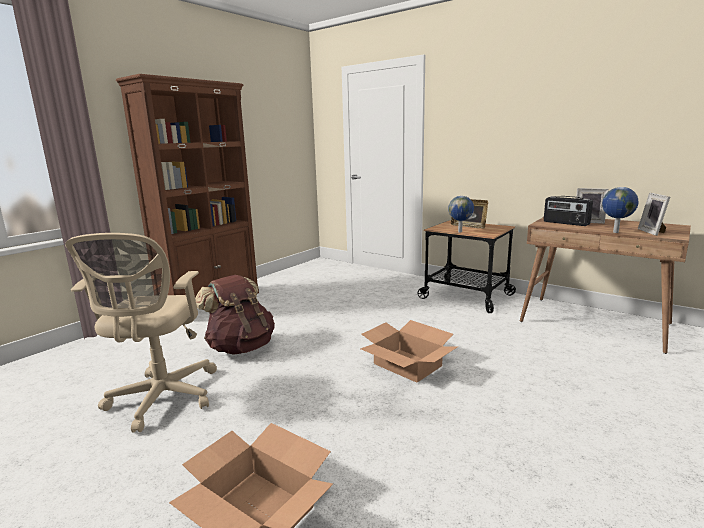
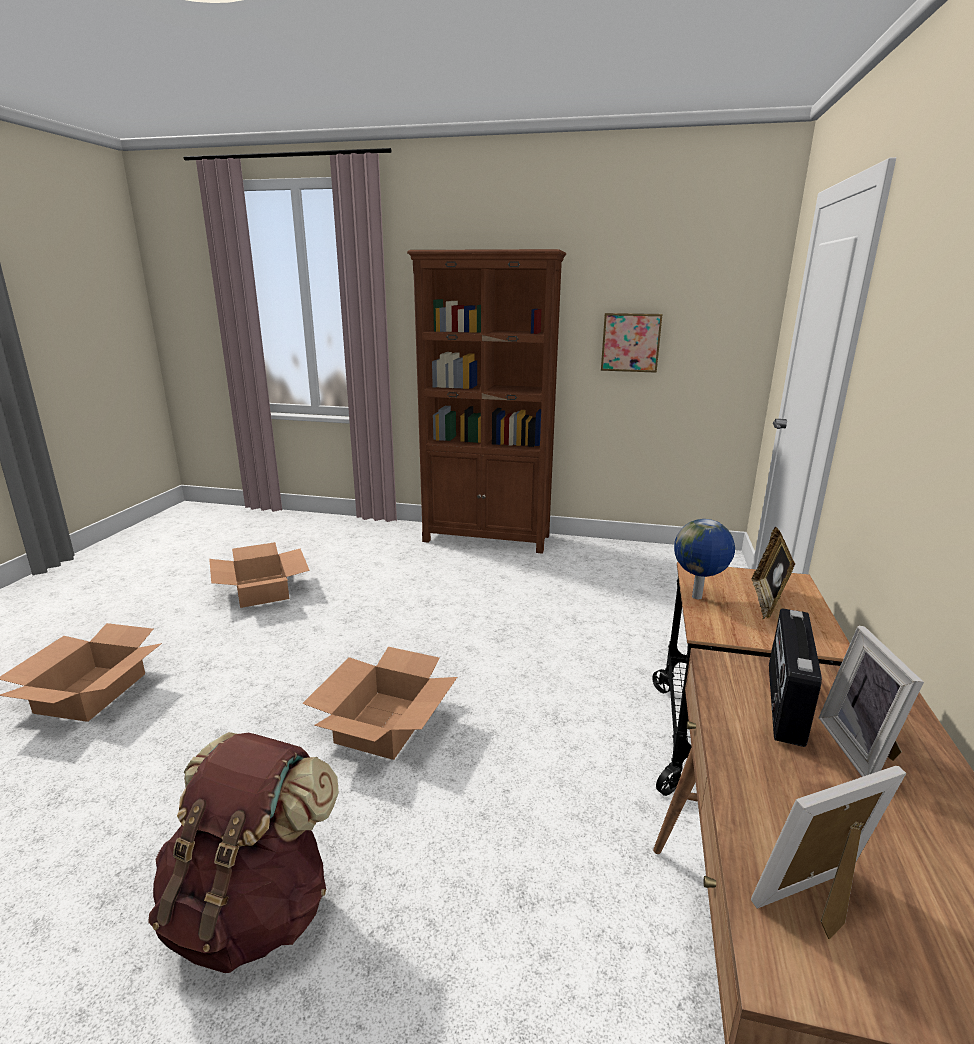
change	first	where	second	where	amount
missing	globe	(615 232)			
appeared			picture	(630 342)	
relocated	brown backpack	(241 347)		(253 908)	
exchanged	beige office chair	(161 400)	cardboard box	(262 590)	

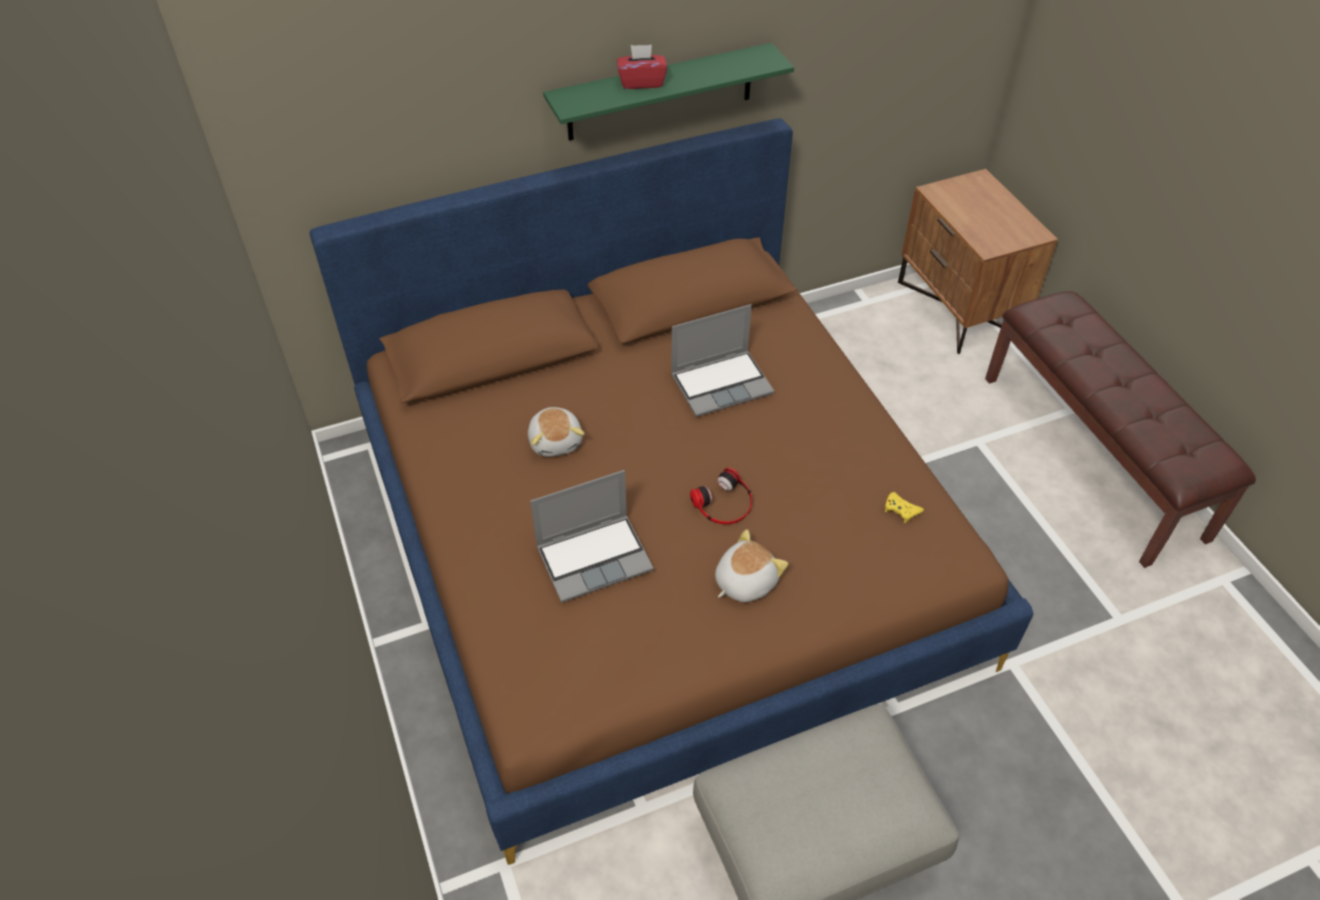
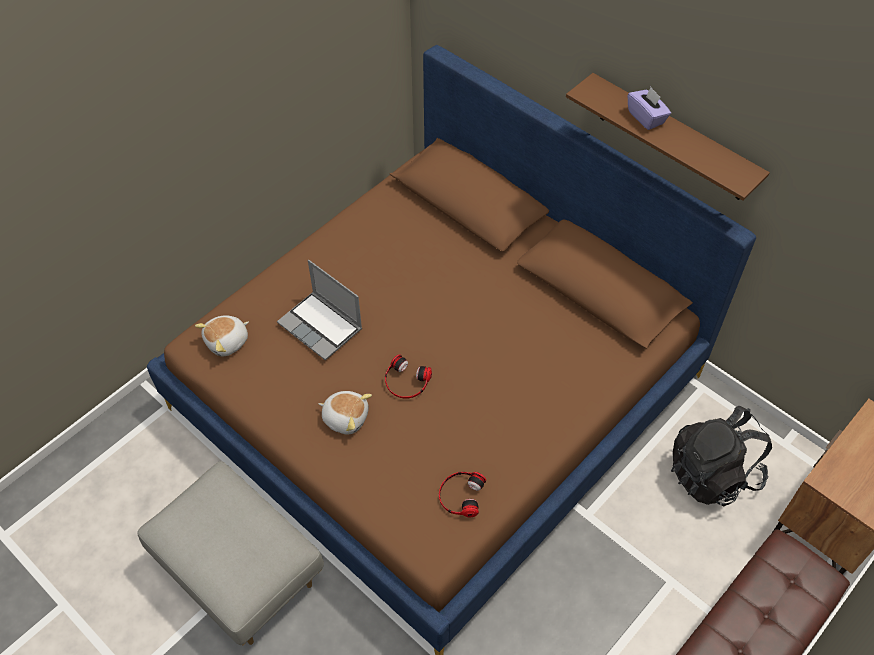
change	first	where	second	where	amount
missing	laptop	(722 383)			
appeared			black backpack	(713 474)	
relocated	plush toy	(556 441)		(227 342)	
exchanged	yellow game controller	(901 510)	headphones	(460 495)	
colour	green shelf	(660 92)	brown shelf	(672 139)	
colour	red tissue box	(641 82)	purple tissue box	(646 117)	

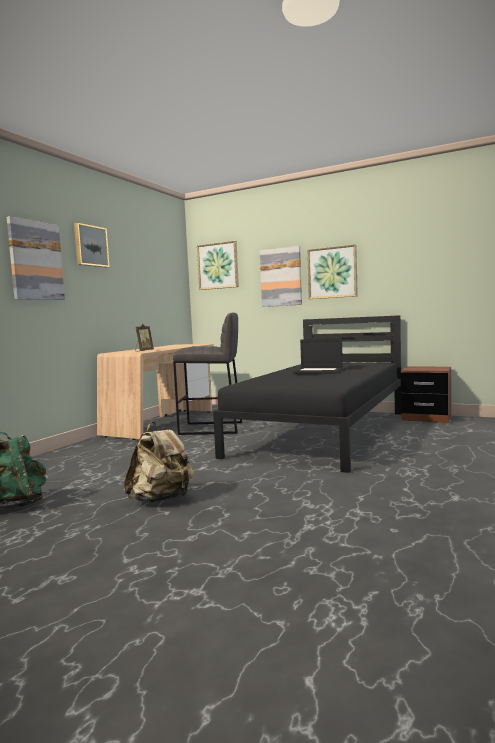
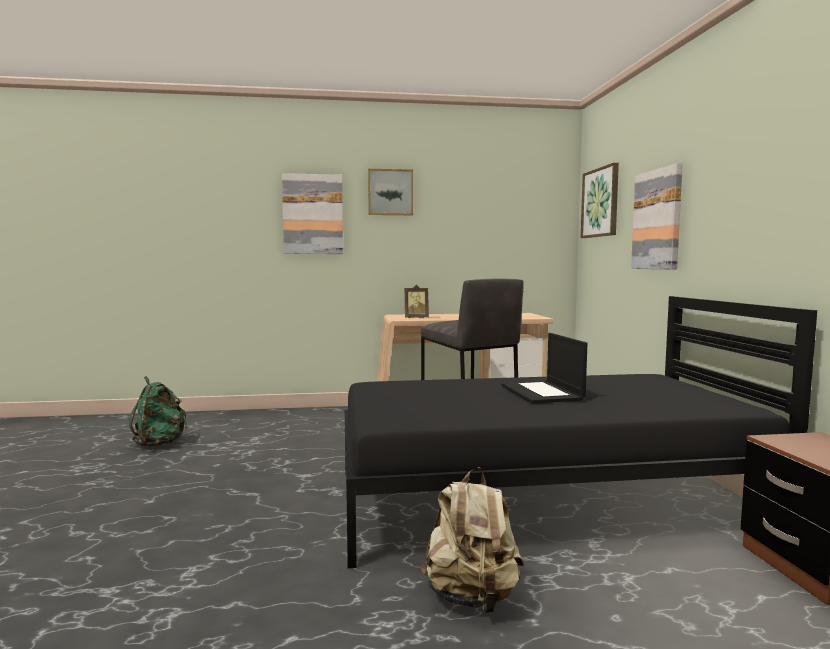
change	first	where	second	where	amount
missing	picture	(332 272)			
relocated	beige backpack	(161 499)		(472 597)	

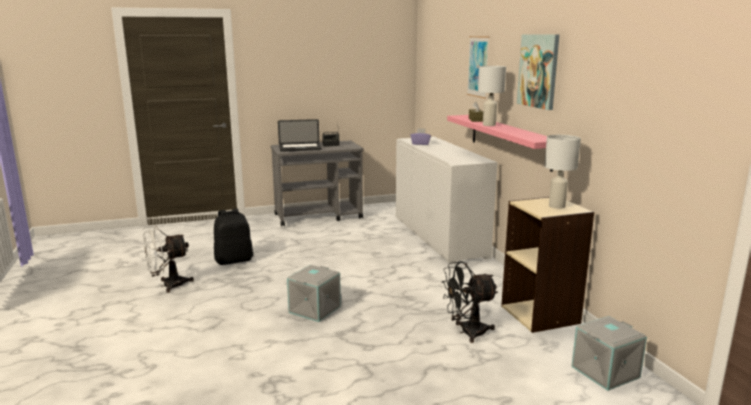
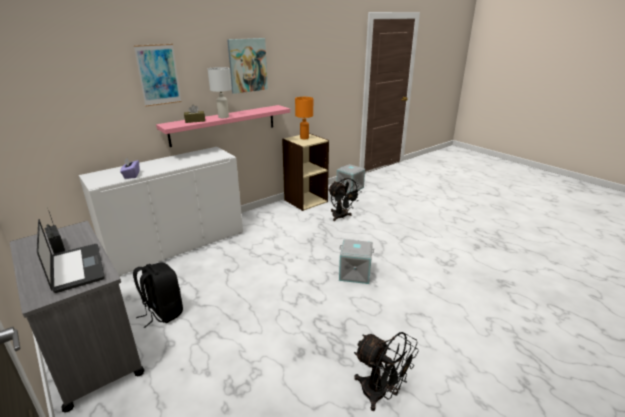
change	first	where	second	where	amount
relocated	black backpack	(234 260)		(163 312)	
colour	white fan	(168 285)	black fan	(380 394)	
colour	white table lamp	(556 206)	orange table lamp	(304 138)	

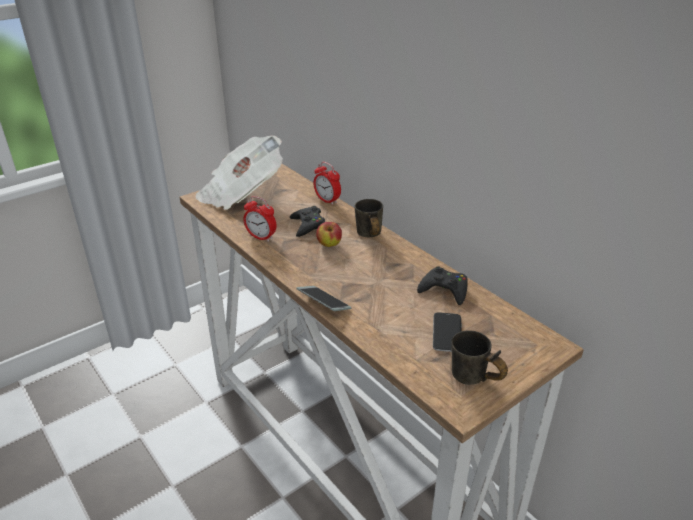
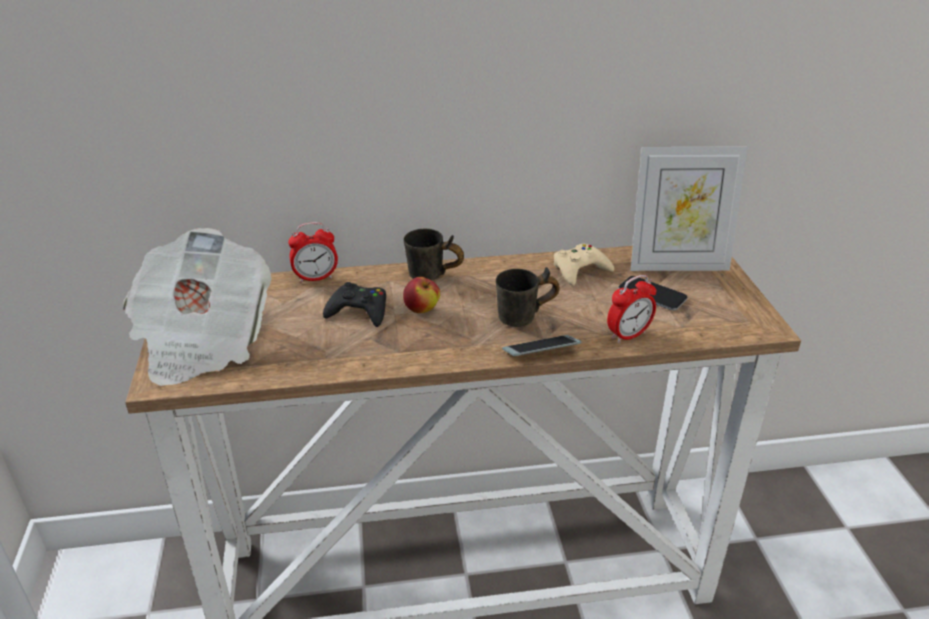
change	first	where	second	where	amount
appeared			picture frame	(677 265)	
relocated	alarm clock	(261 237)		(628 335)	
relocated	grey mug	(472 381)		(526 320)	
colour	black game controller	(444 290)	beige game controller	(580 270)	

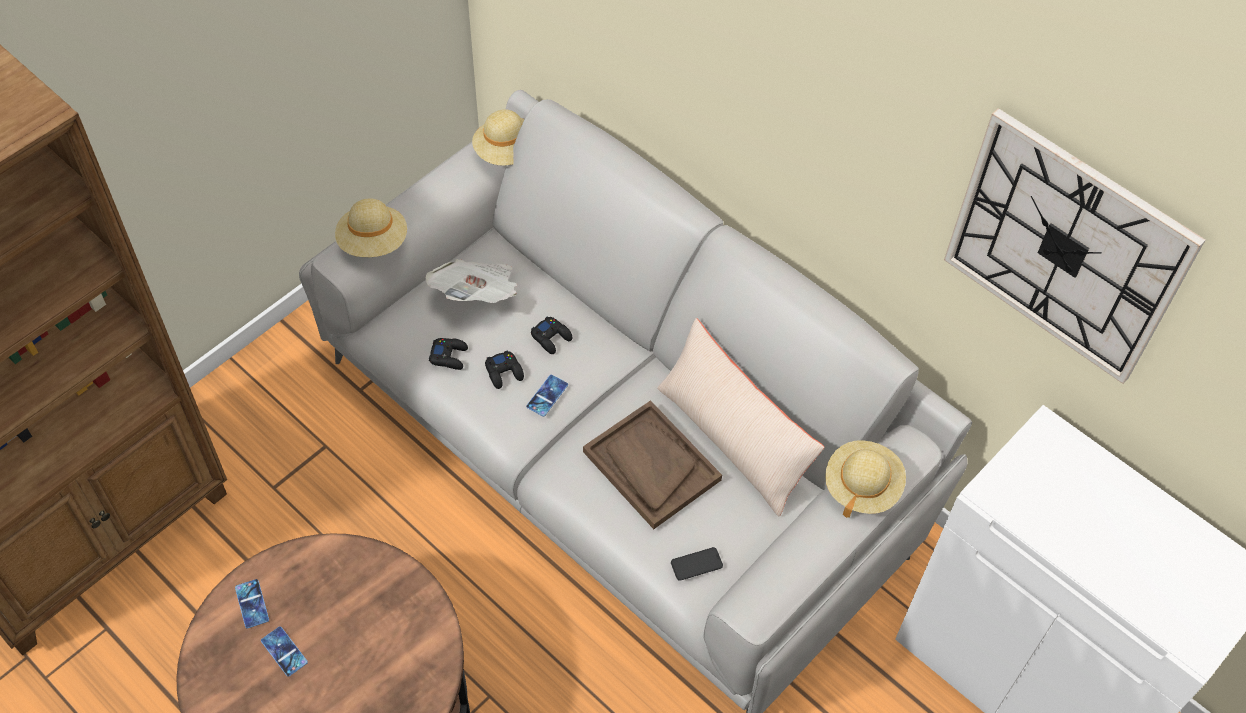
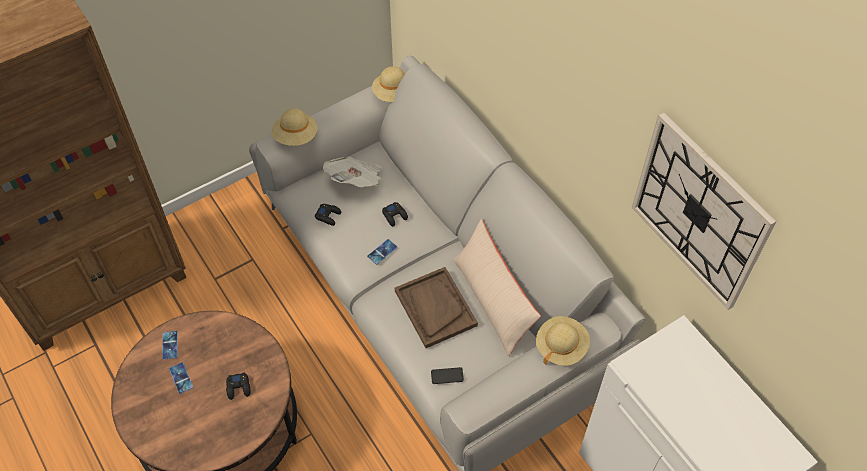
change	first	where	second	where	amount
relocated	black game controller	(504 372)		(238 387)	

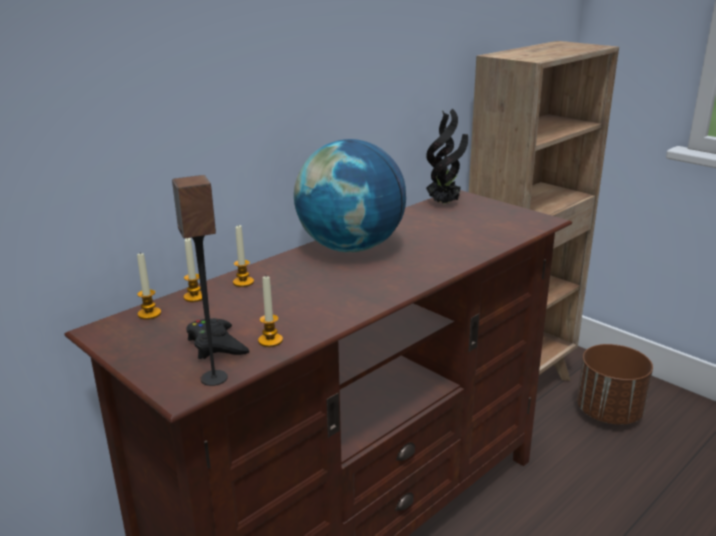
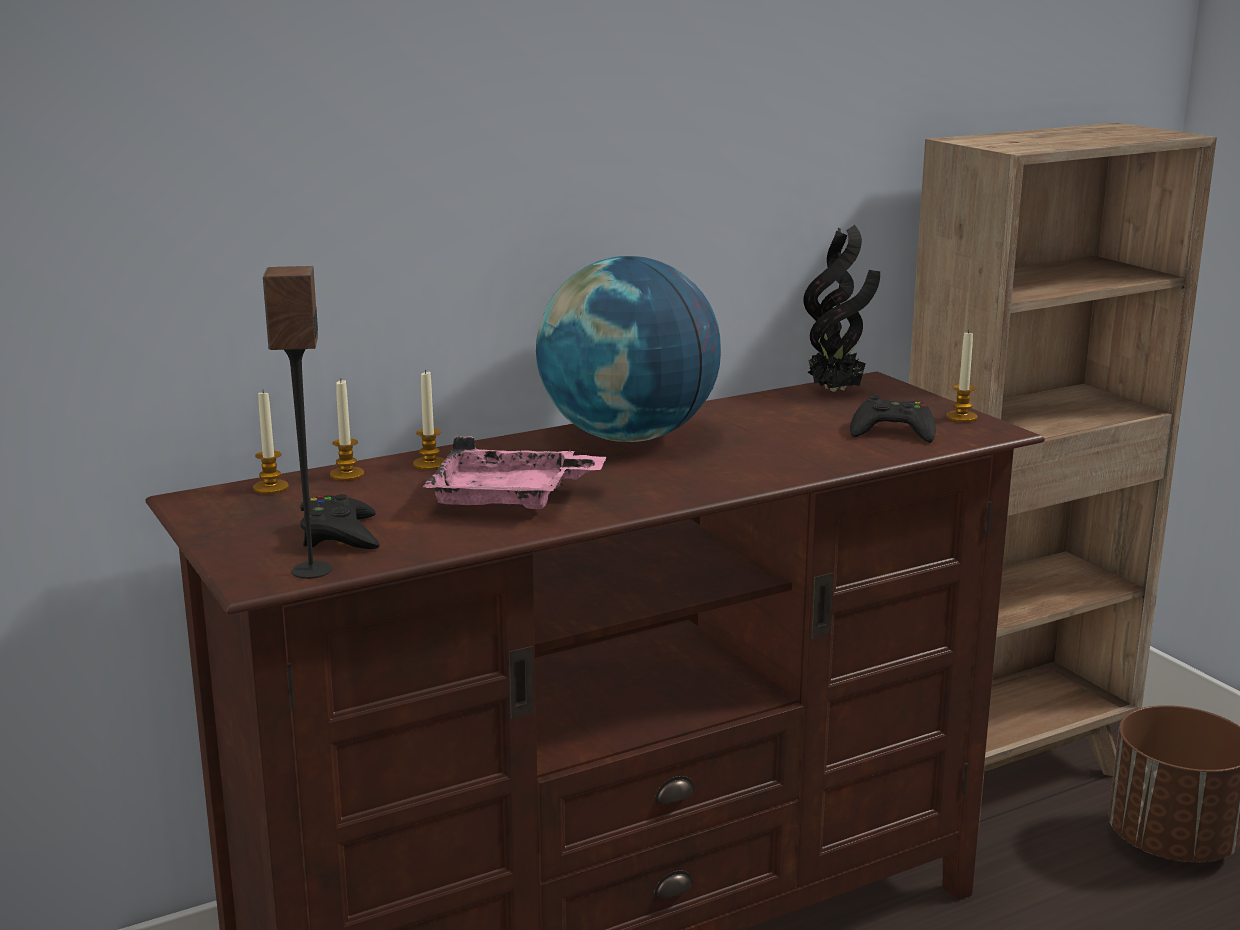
change	first	where	second	where	amount
appeared			pink tray	(510 499)	
appeared			black game controller	(893 431)	
relocated	candle	(270 340)		(961 417)	

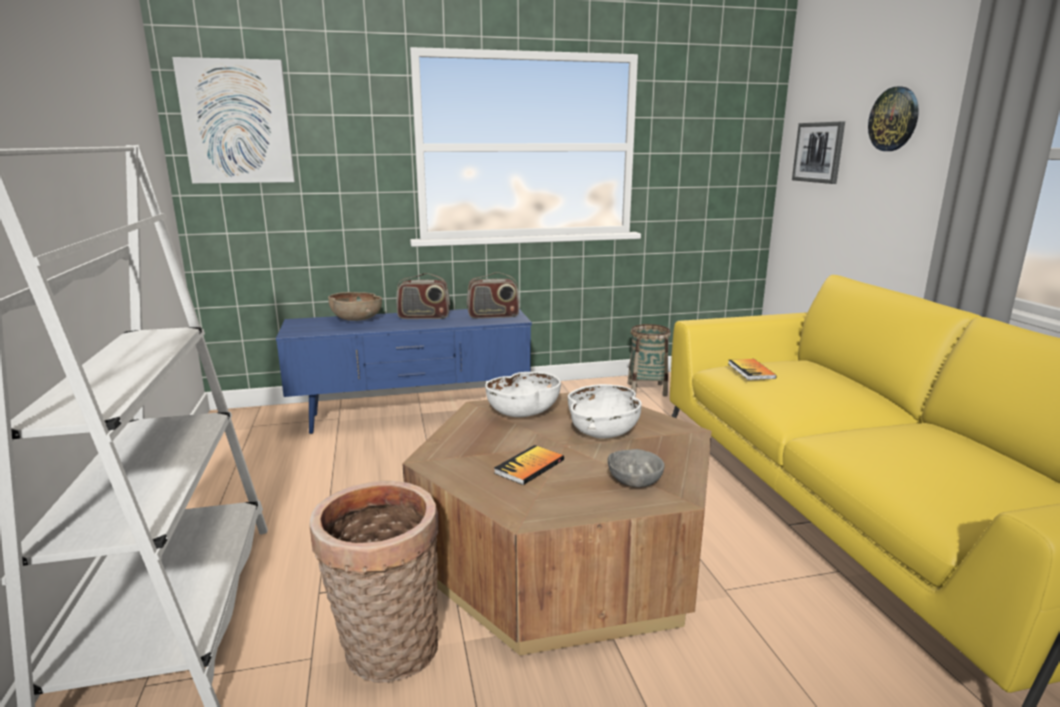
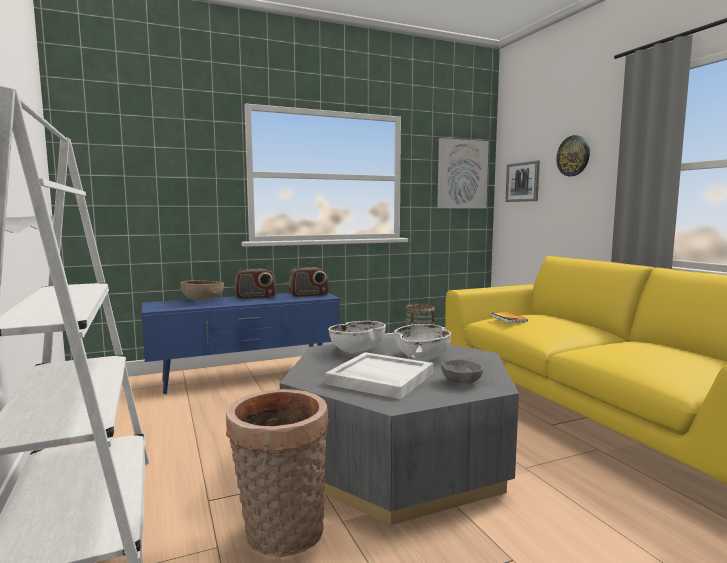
change	first	where	second	where	amount
relocated	picture	(237 122)		(462 174)	
exchanged	book	(529 466)	white tray	(379 378)	
colour	brown coffee table	(563 554)	grey coffee table	(398 456)	

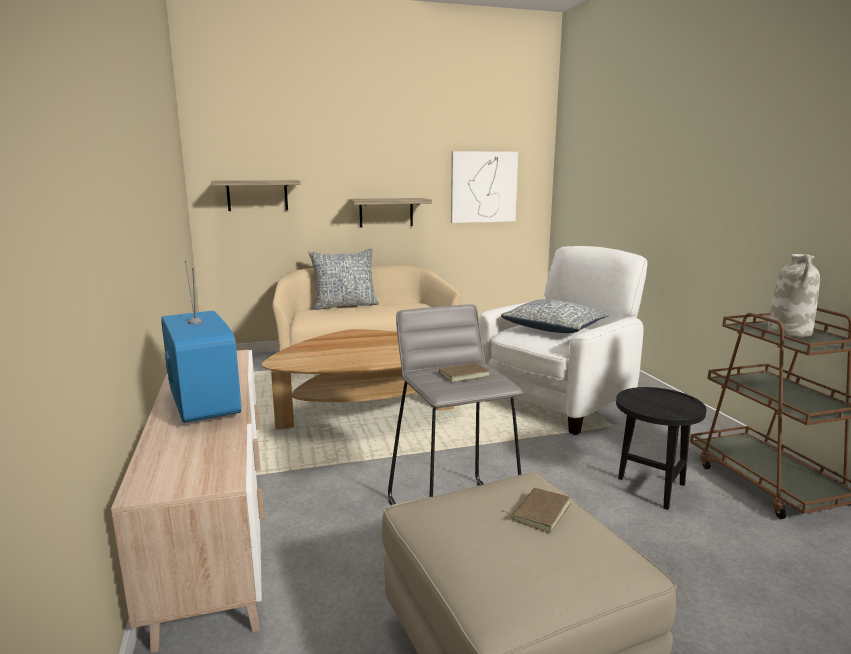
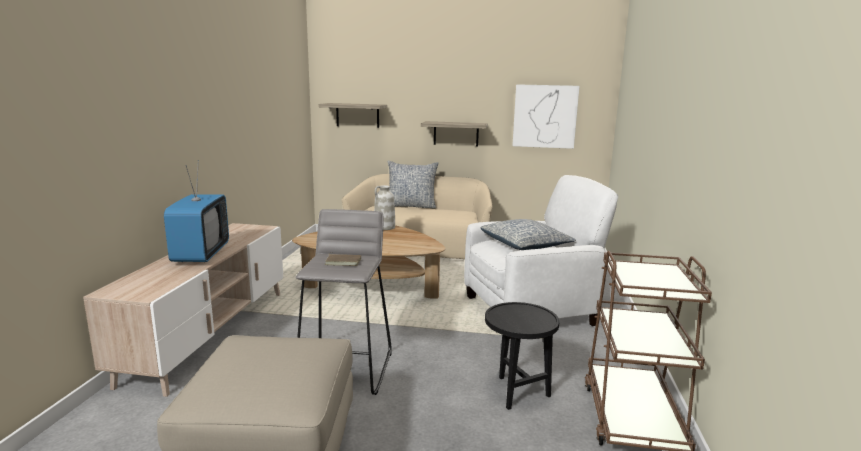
change	first	where	second	where	amount
missing	brown book	(539 512)			
relocated	white vase	(790 332)		(384 227)	

